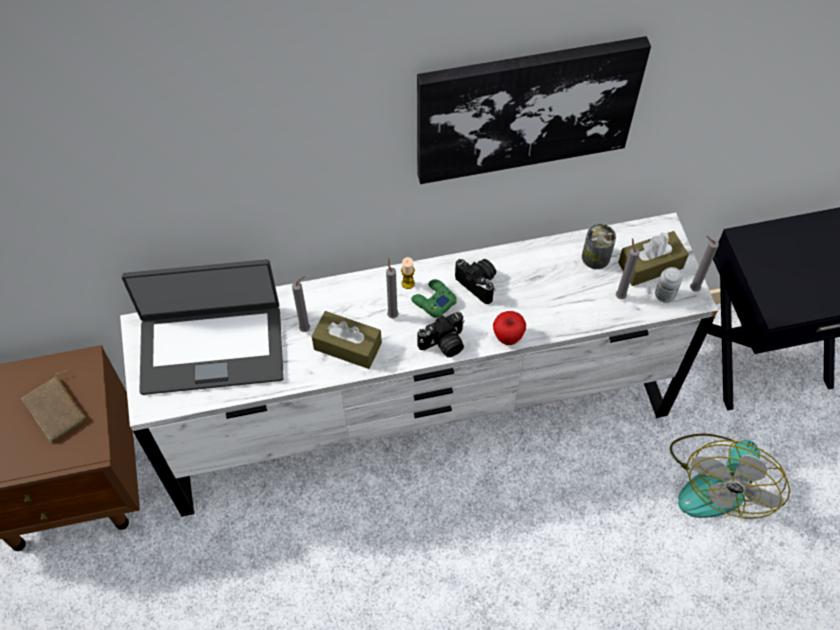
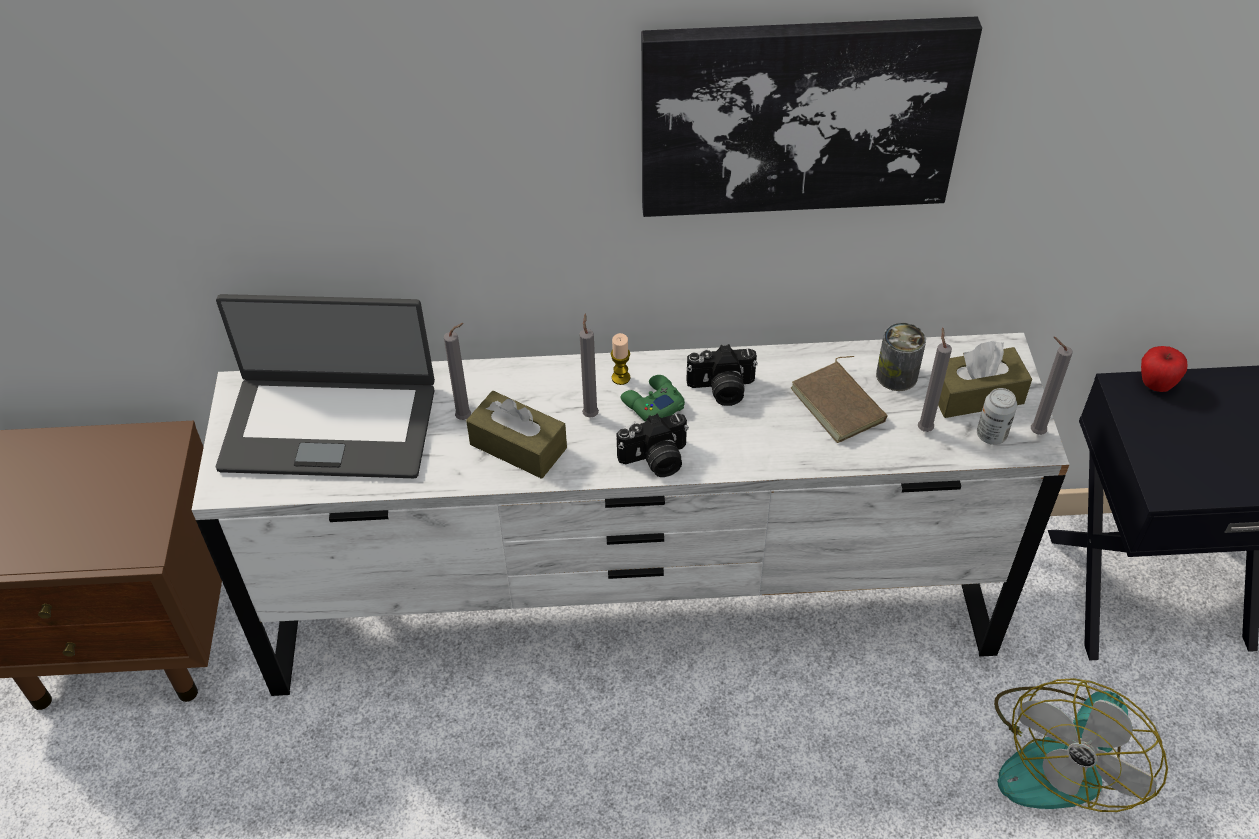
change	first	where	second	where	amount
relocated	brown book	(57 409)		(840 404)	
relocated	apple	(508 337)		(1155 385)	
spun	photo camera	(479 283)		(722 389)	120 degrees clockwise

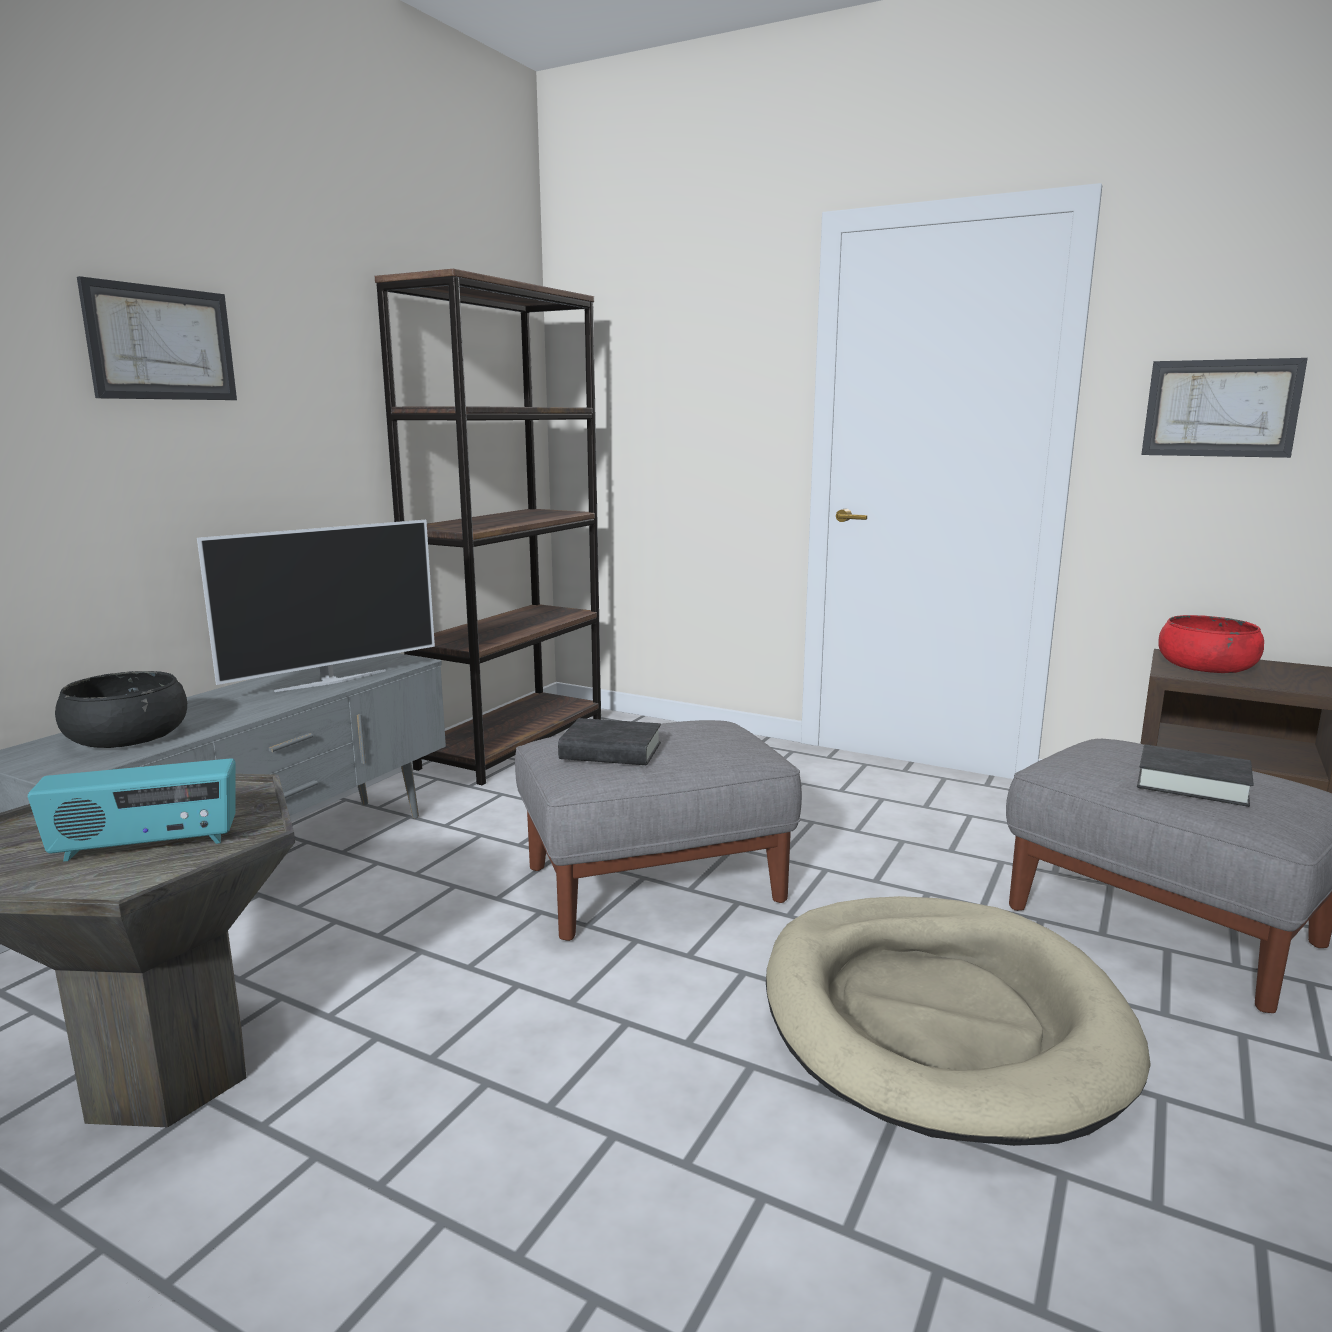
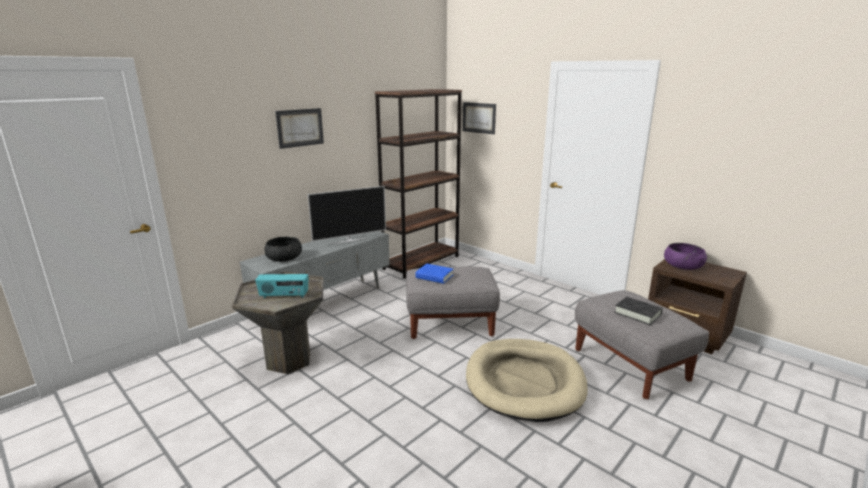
change	first	where	second	where	amount
relocated	picture	(1220 408)		(479 118)	
colour	black book	(611 751)	blue book	(434 276)	
colour	red bowl	(1206 666)	purple bowl	(683 265)	

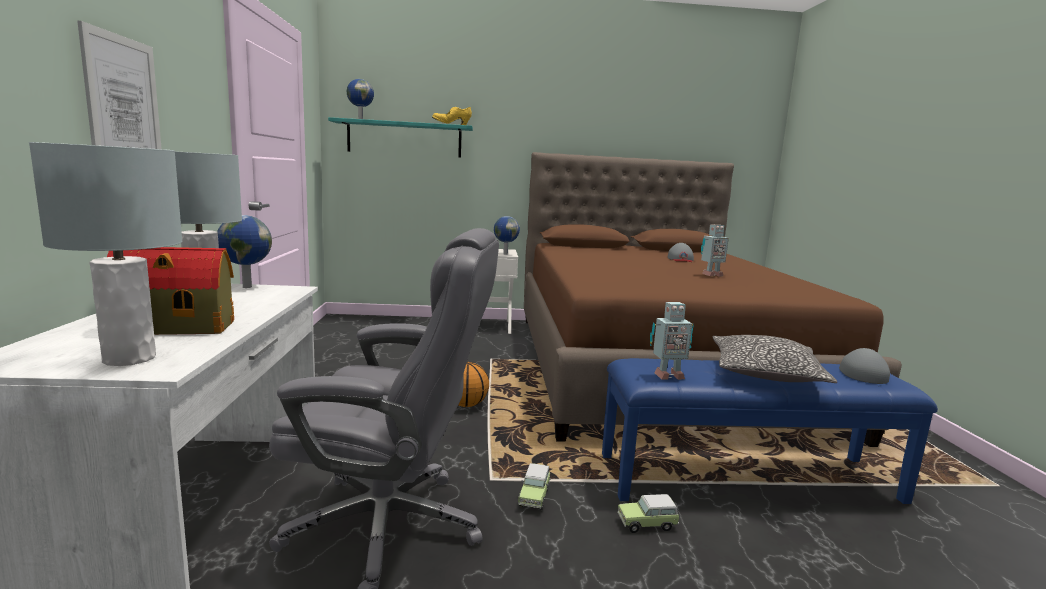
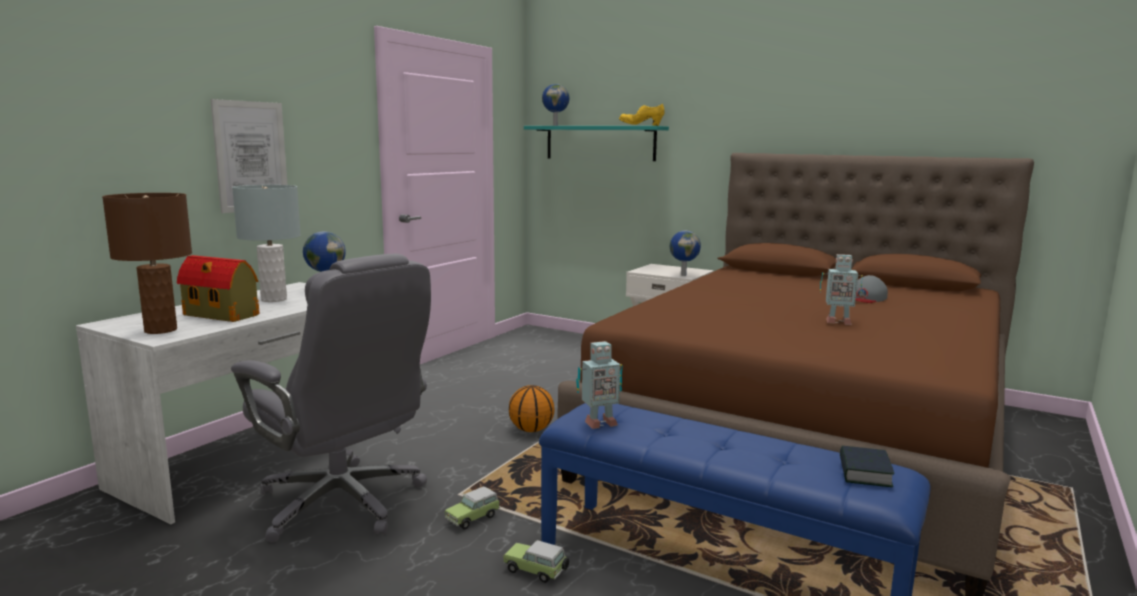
change	first	where	second	where	amount
missing	pillow	(765 373)			
exchanged	grey cap	(861 373)	book	(864 473)	
colour	grey table lamp	(128 358)	brown table lamp	(160 330)	
spun	toy robot	(667 375)		(599 423)	45 degrees counterclockwise

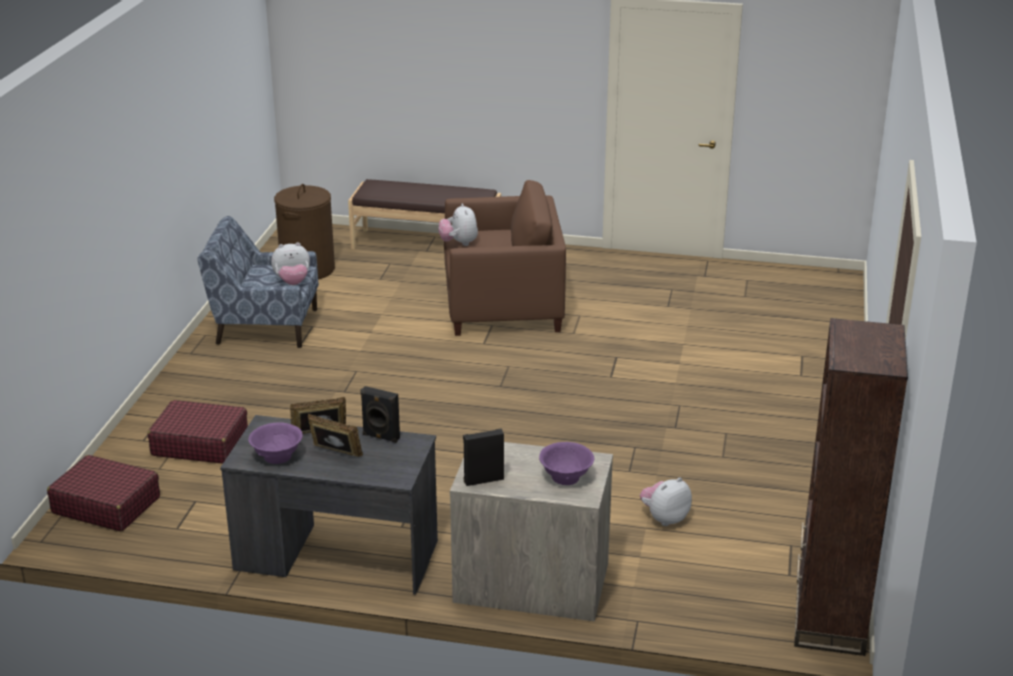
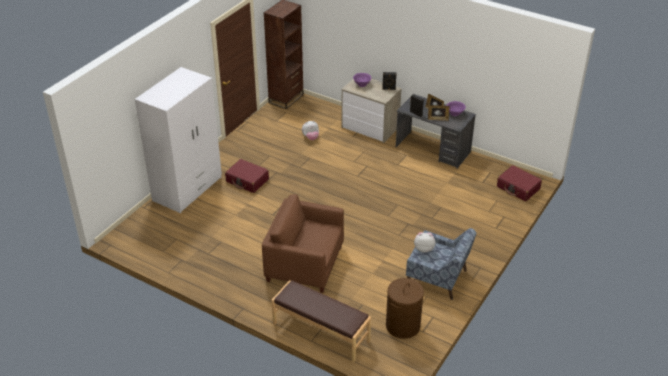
change	first	where	second	where	amount
missing	plush toy	(459 243)			
appeared			white wardrobe	(188 189)	
relocated	red suitcase	(200 443)		(247 181)	

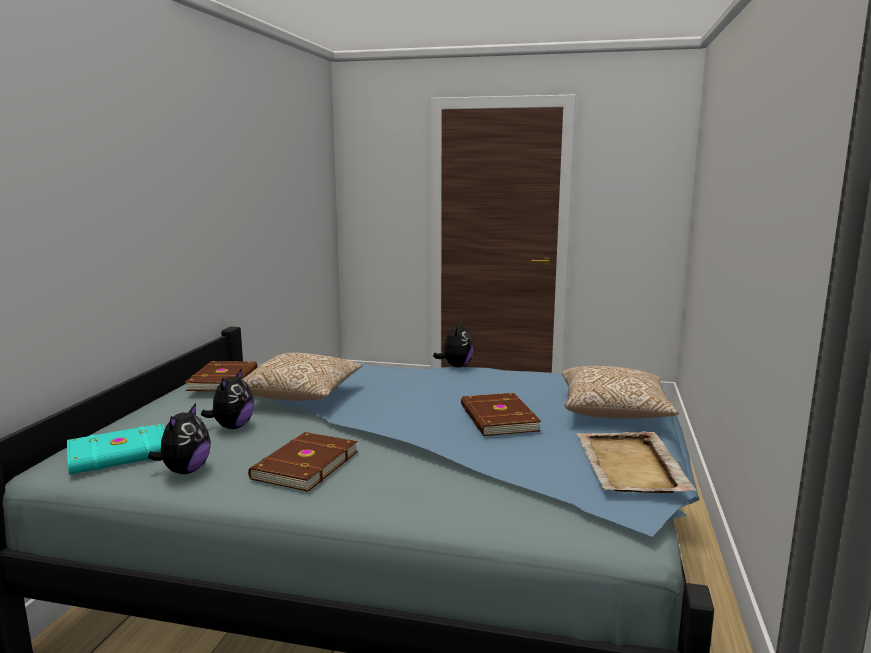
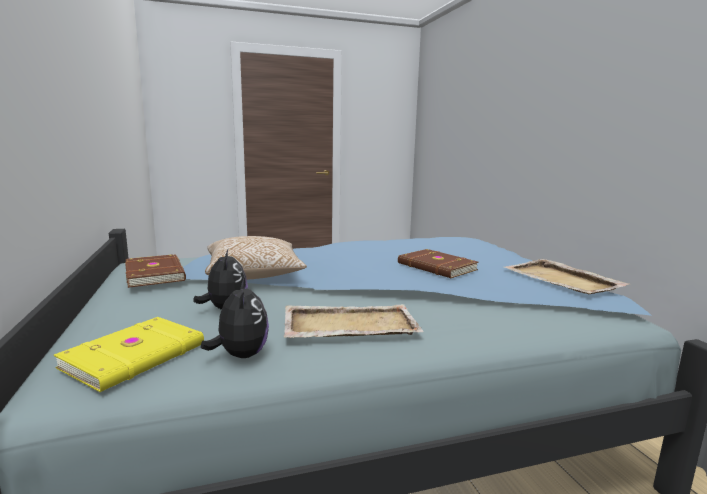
change	first	where	second	where	amount
missing	plush toy	(456 366)			
missing	pillow	(614 412)			
exchanged	brown book	(303 465)	beige tray	(348 325)	
colour	turquoise book	(121 454)	yellow book	(136 356)	

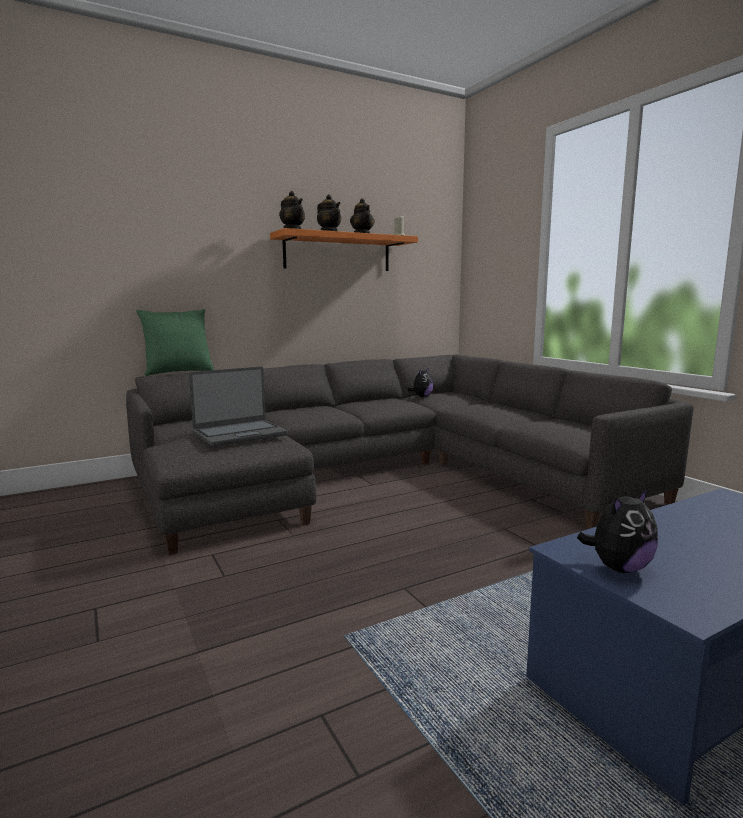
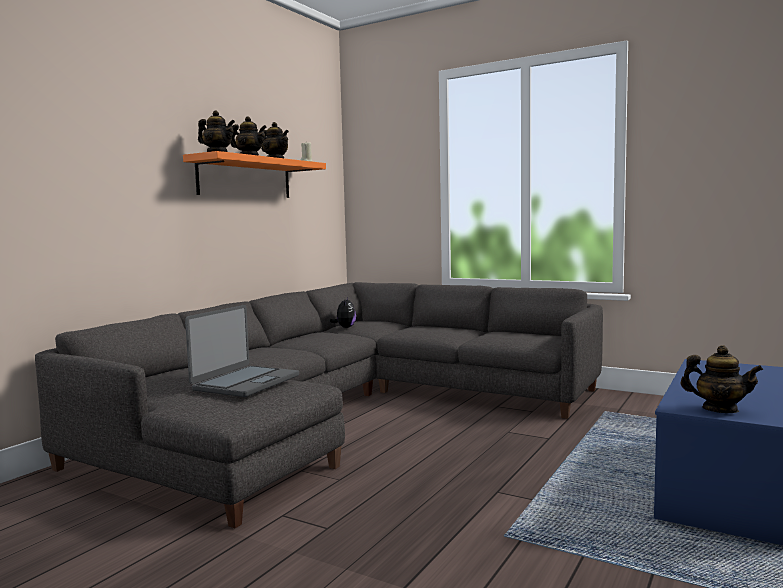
change	first	where	second	where	amount
missing	green pillow	(178 372)			
exchanged	plush toy	(618 567)	teapot	(719 410)	

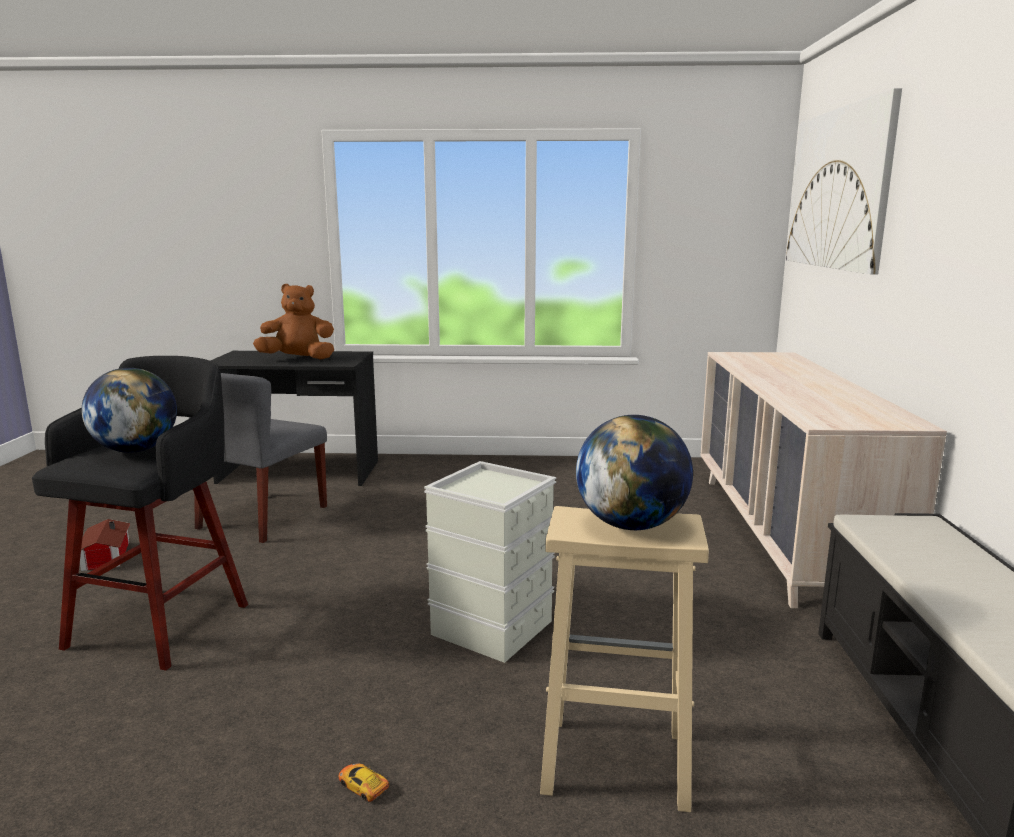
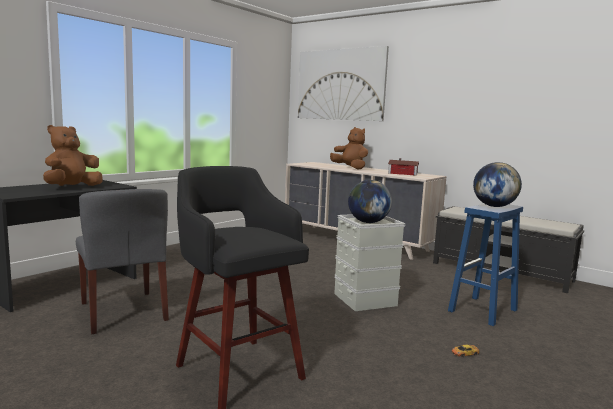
change	first	where	second	where	amount
appeared			brown plush toy	(350 168)	
relocated	toy house	(104 557)		(403 173)	
relocated	globe	(135 450)		(368 222)	
colour	beige stool	(612 762)	blue stool	(482 311)	

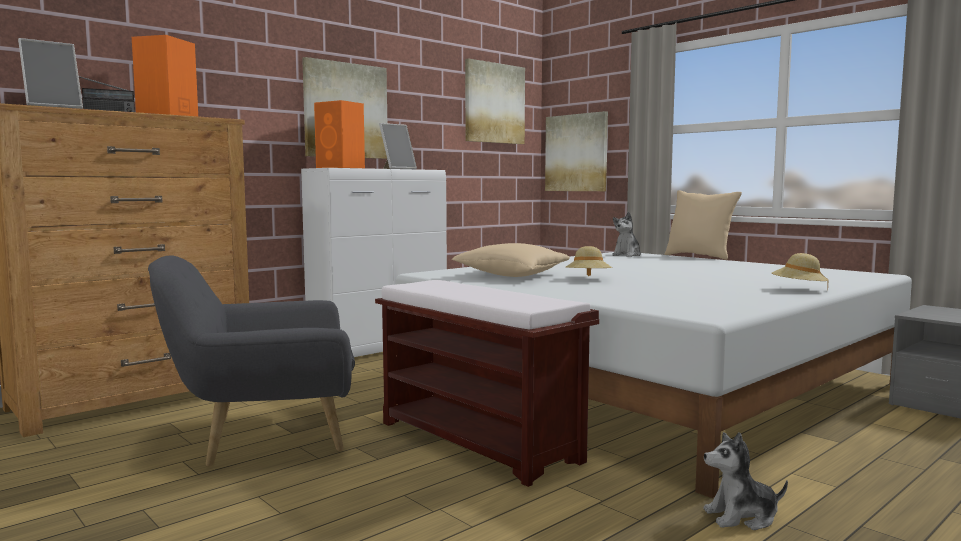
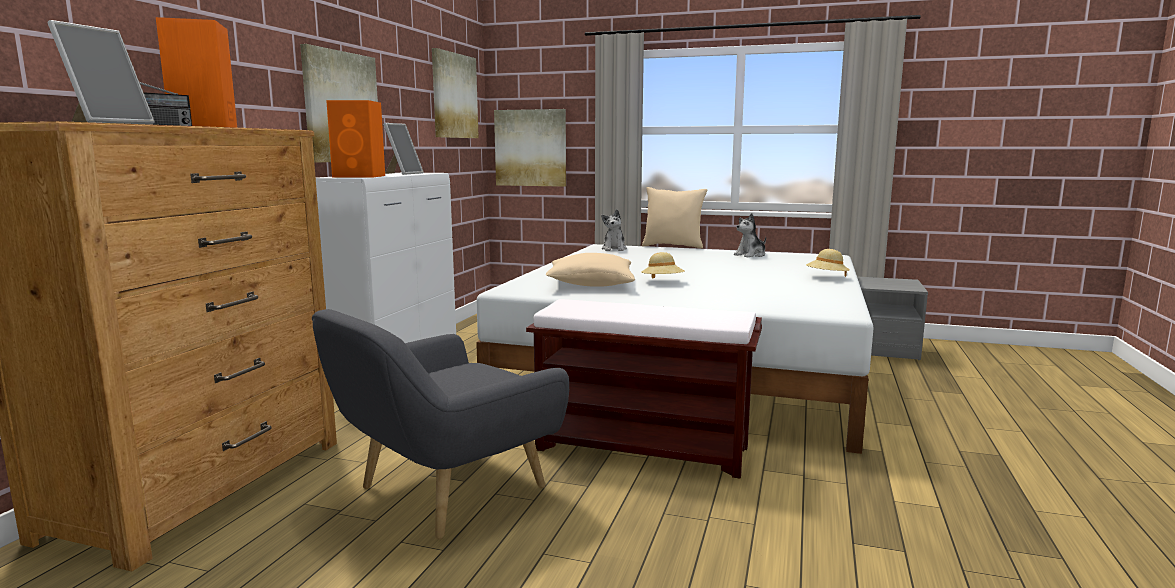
change	first	where	second	where	amount
relocated	plush toy	(741 517)		(750 255)	

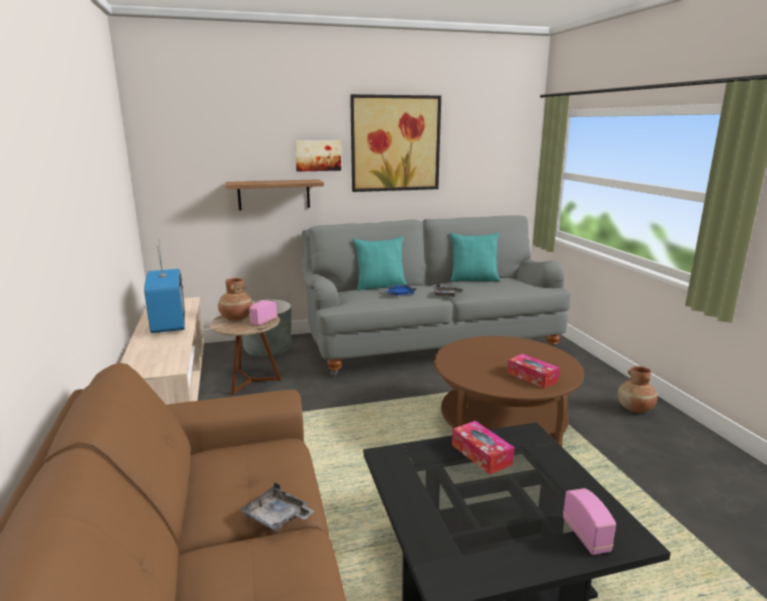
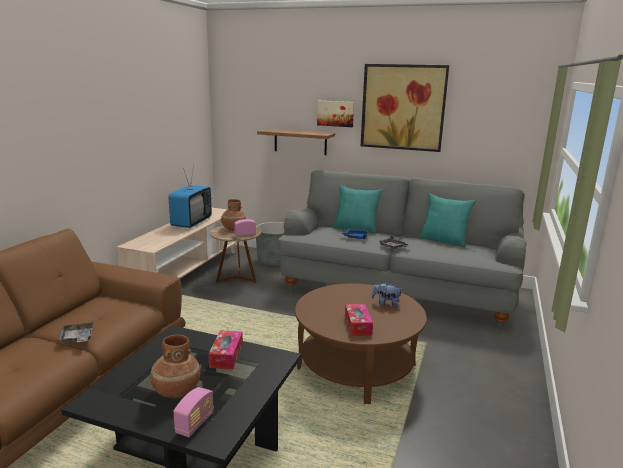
change	first	where	second	where	amount
appeared			plush toy	(386 304)	
relocated	brown vase	(635 409)		(176 391)	

